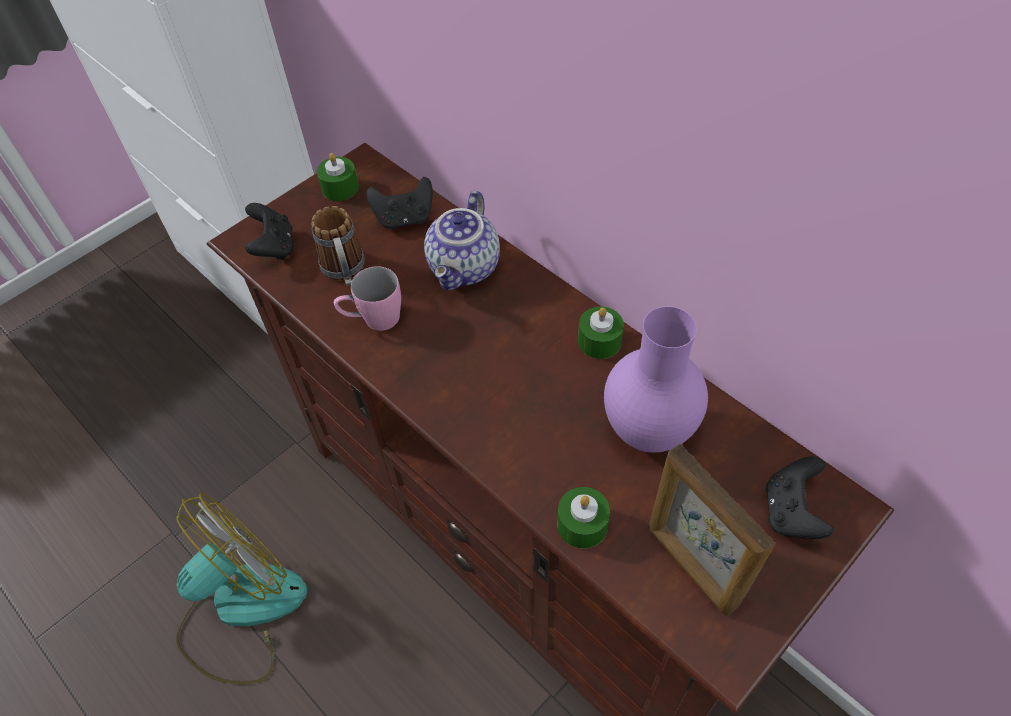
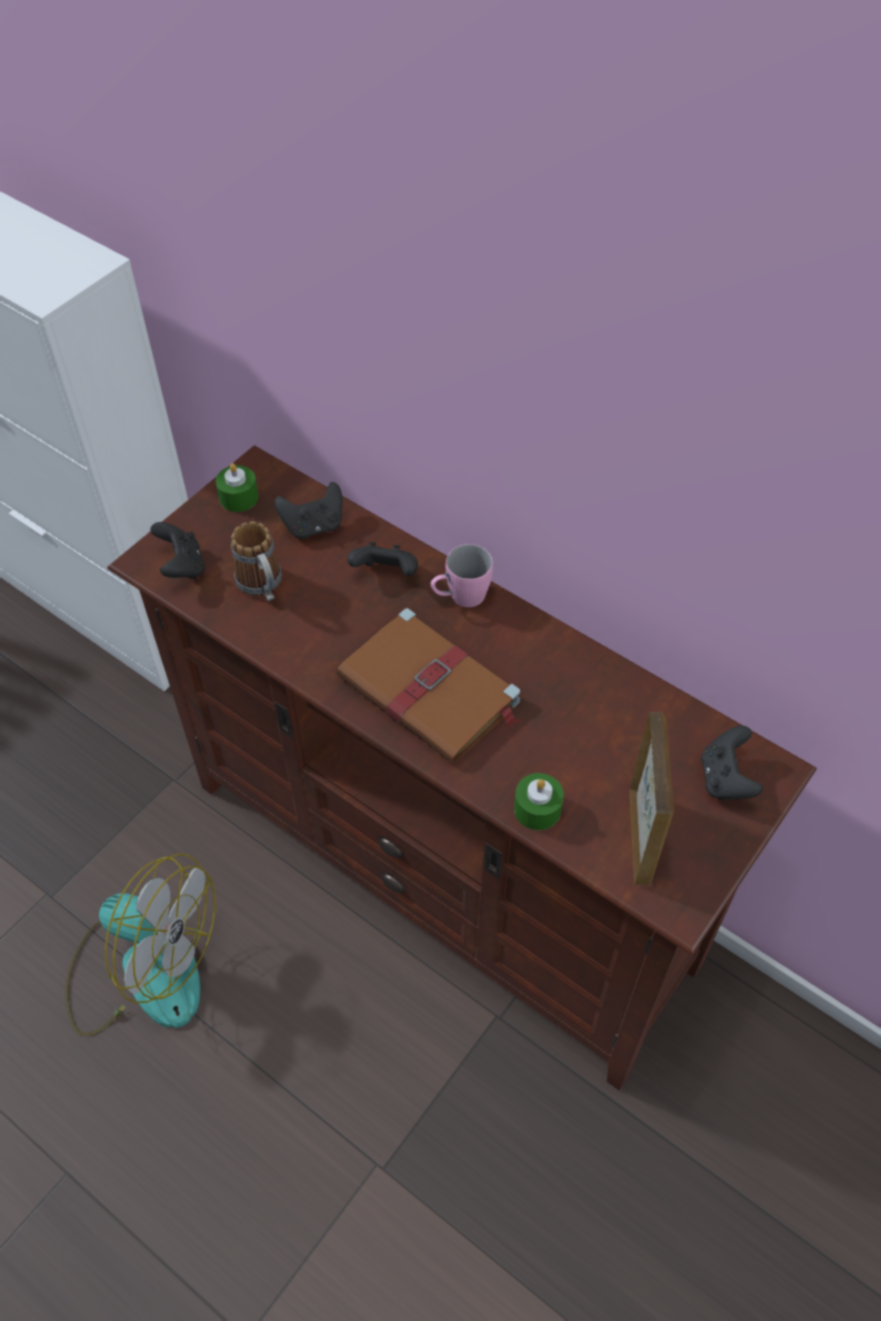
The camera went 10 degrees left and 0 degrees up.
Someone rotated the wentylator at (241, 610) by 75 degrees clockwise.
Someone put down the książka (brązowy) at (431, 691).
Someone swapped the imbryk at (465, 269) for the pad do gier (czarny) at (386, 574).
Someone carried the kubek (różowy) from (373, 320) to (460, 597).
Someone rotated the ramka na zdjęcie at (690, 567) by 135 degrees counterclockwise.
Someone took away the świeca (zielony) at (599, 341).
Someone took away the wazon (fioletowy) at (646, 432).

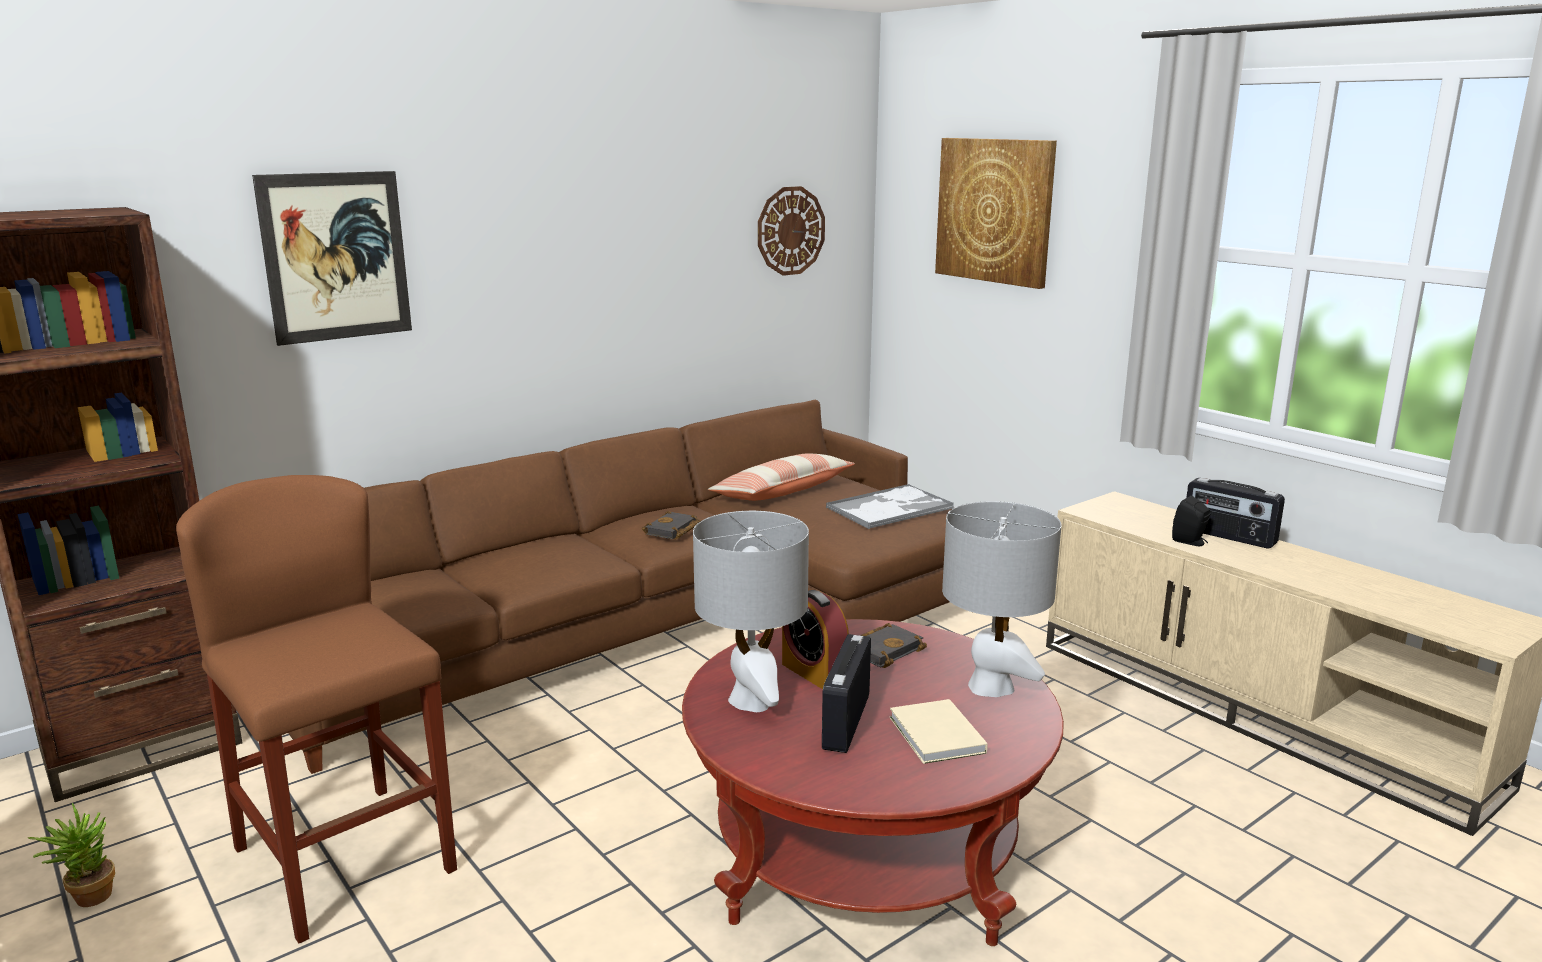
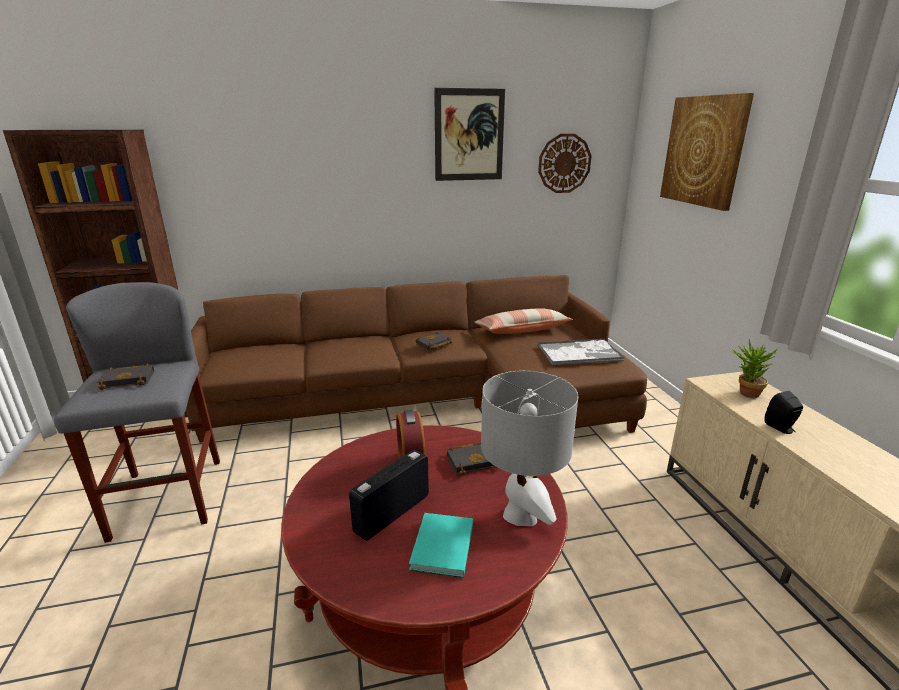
The camera went 25 degrees right and 5 degrees up.
Someone repainted the stołek (brązowy) at (345, 859), which became the stołek (szary) at (168, 498).
Someone put down the książka (czarny) at (129, 379).
Someone repainted the książka (beżowy) at (936, 736), which became the książka (turkusowy) at (441, 547).
Someone carried the obraz from (336, 257) to (469, 135).
Someone carried the roślina doniczkowa from (86, 897) to (745, 393).
Someone took away the lampa stołowa (szary) at (751, 701).
Someone took away the radio at (1228, 537).

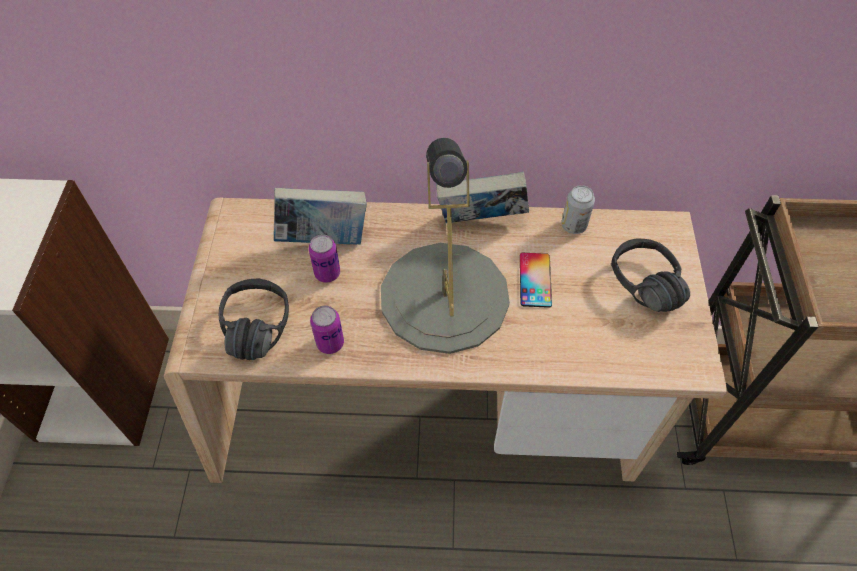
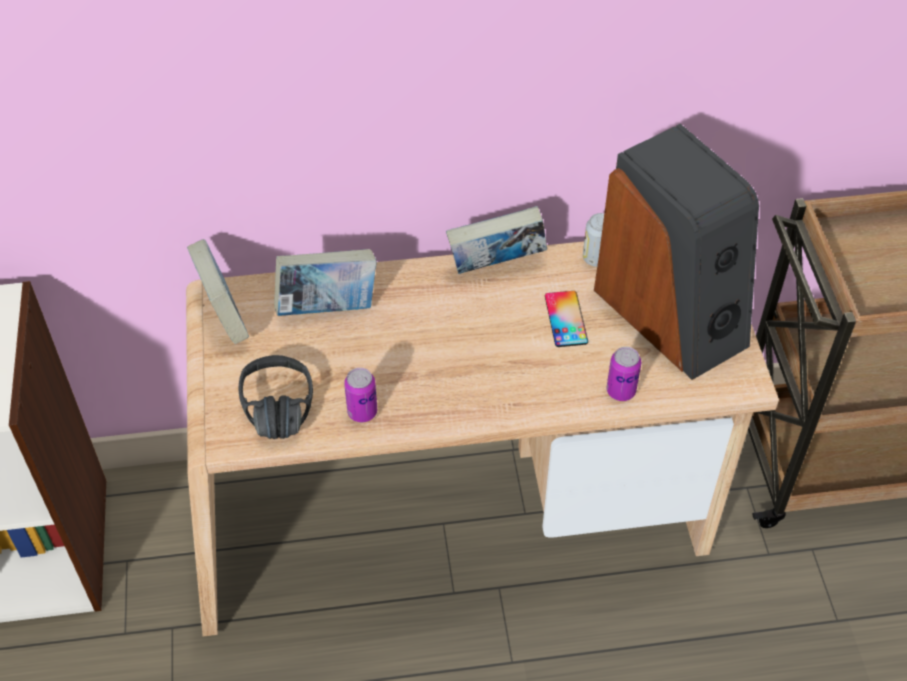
The camera went 10 degrees left and 5 degrees down.
Someone put down the książka at (223, 316).
Someone swapped the słuchawki (czarny) at (635, 289) for the głośnik at (672, 314).
Someone carried the puszka from (327, 273) to (621, 391).
Someone took away the lampa stołowa (szary) at (444, 296).

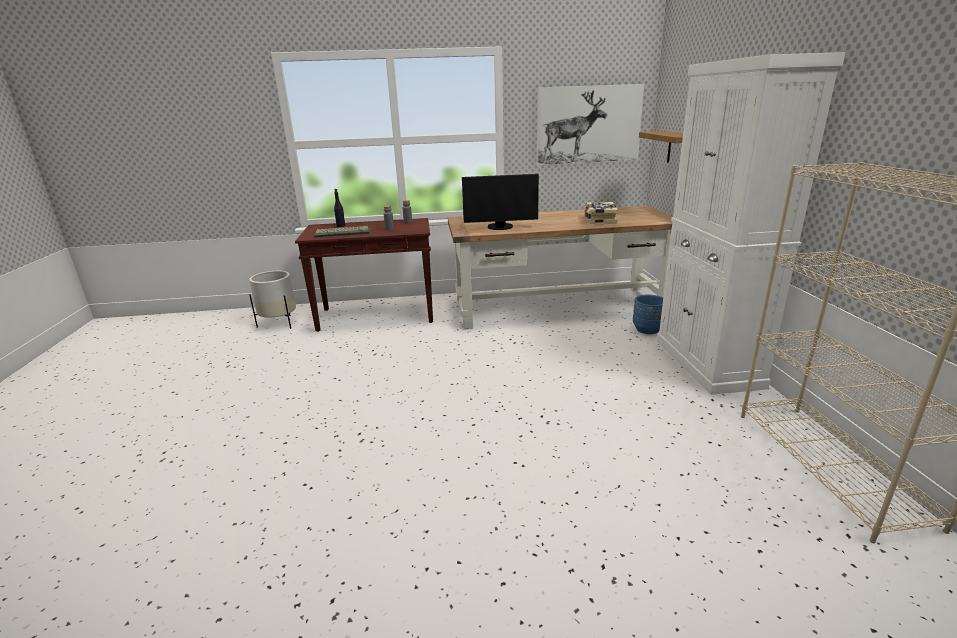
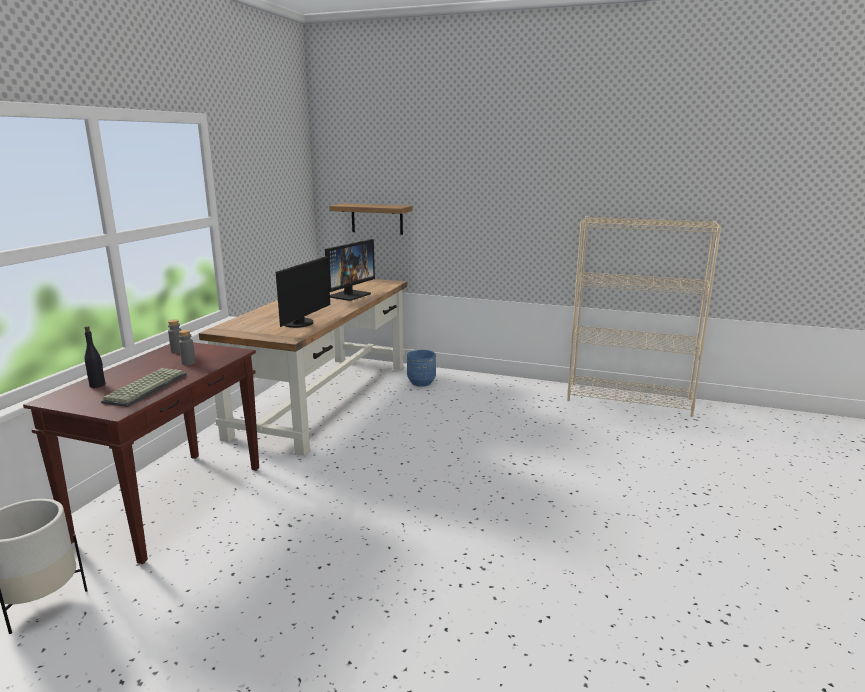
The camera went 65 degrees left and 5 degrees down.
Someone swapped the książka at (599, 220) for the monitor at (349, 295).
Someone took away the obraz at (588, 125).
Someone took away the szafka (biały) at (707, 363).

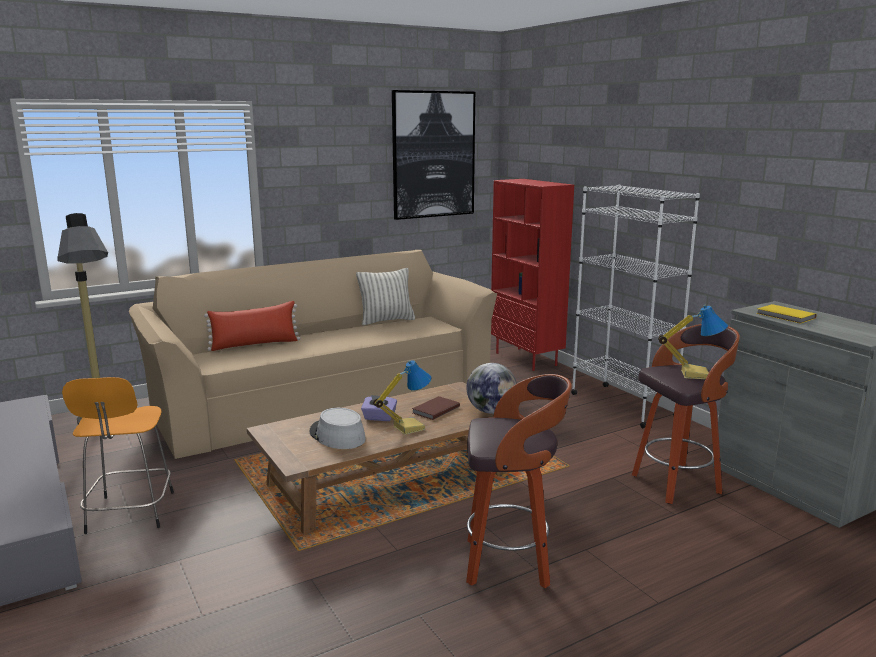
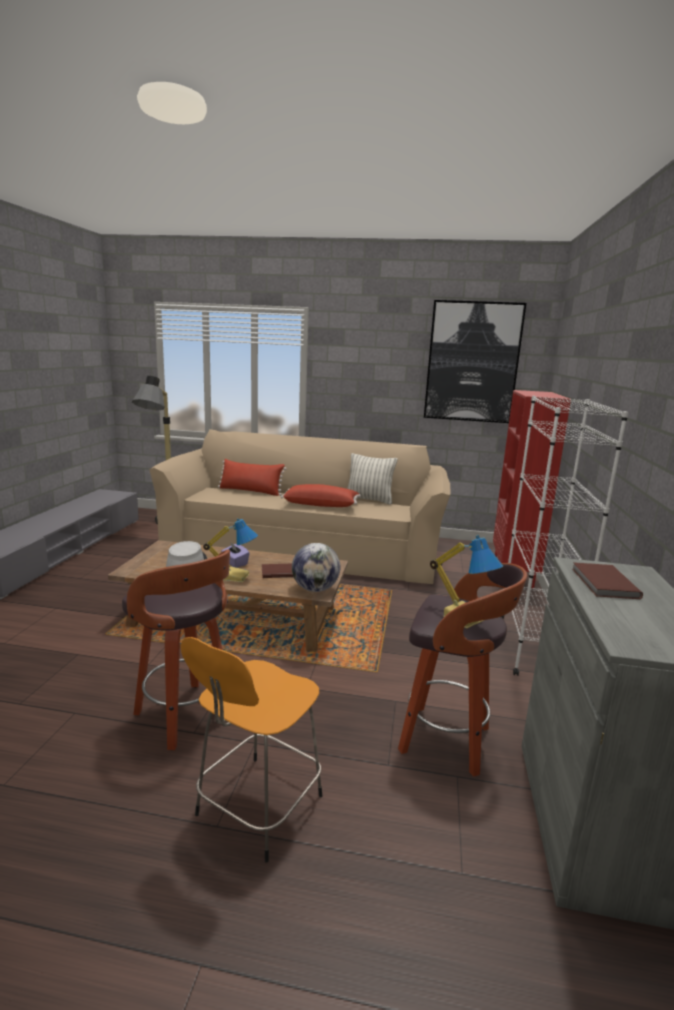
The camera went 40 degrees right and 0 degrees up.
Someone carried the stołek (pomarańczowy) from (130, 514) to (256, 808).
Someone put down the poduszka (czerwony) at (321, 505).
Someone repainted the książka (żółty) at (785, 316), which became the książka (brązowy) at (603, 583).

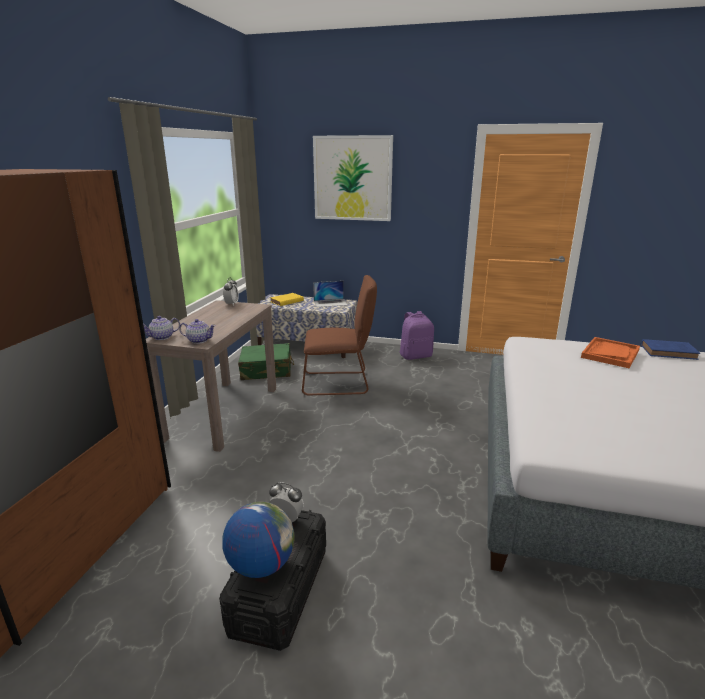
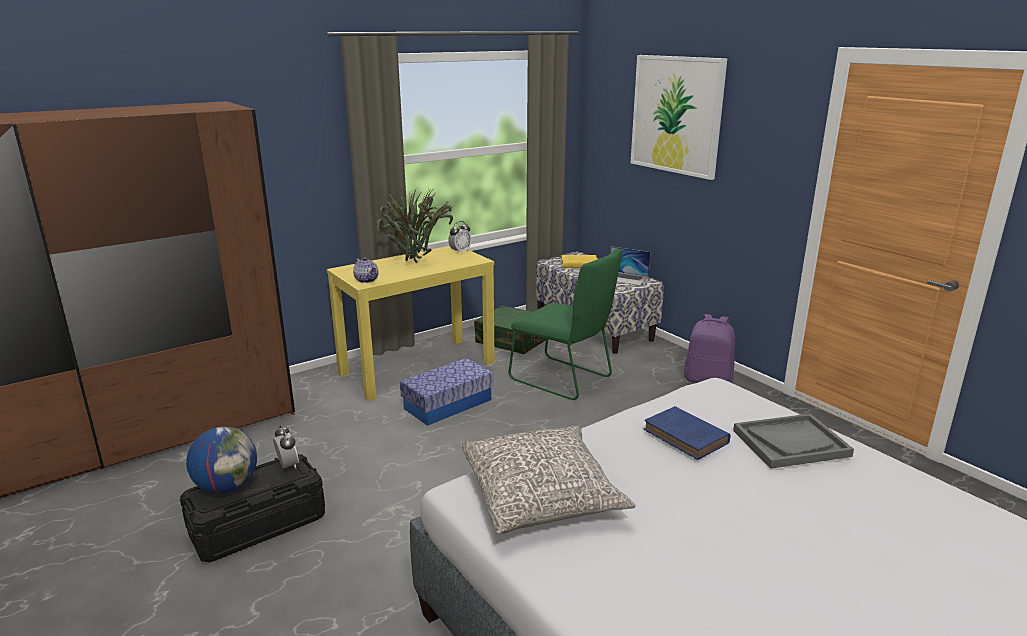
The camera went 40 degrees right and 0 degrees up.
Someone repainted the stolik konsolowy (brązowy) at (223, 412), which became the stolik konsolowy (żółty) at (418, 367).
Someone put down the roślina doniczkowa at (415, 264).
Someone put down the pojemnik do przechowywania at (448, 404).
Someone put down the poduszka (szary) at (542, 494).
Someone repainted the krzesło (brązowy) at (339, 383), which became the krzesło (zielony) at (564, 379).
Someone carried the książka (niebieski) from (670, 352) to (687, 437).
Someone repainted the taca (pomarańczowy) at (610, 354), which became the taca (szary) at (791, 443).
Someone took away the imbryk at (162, 337).

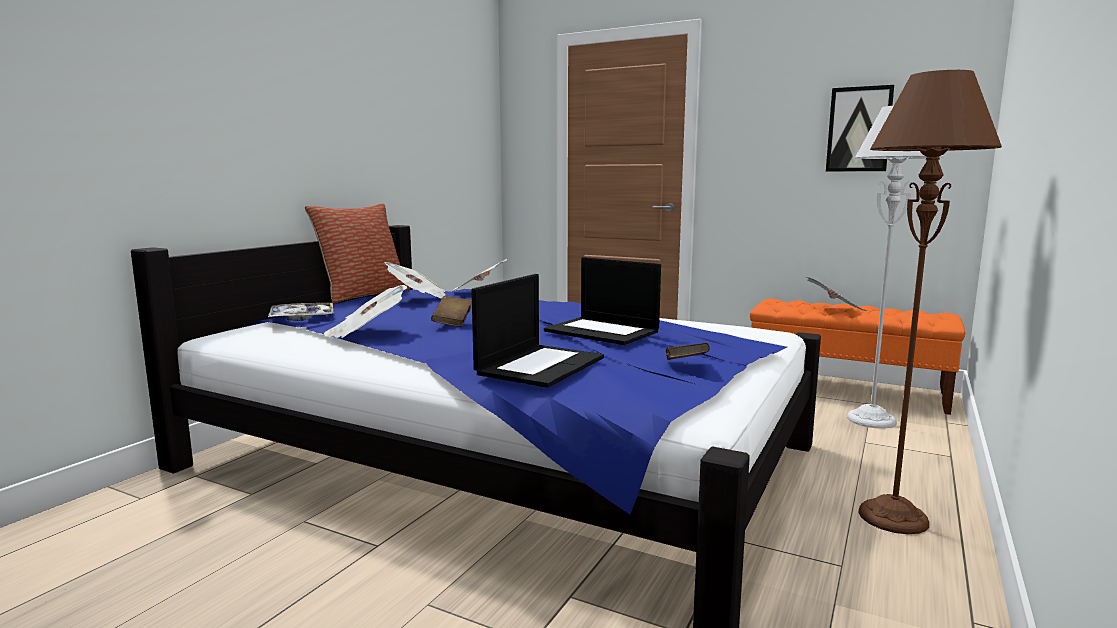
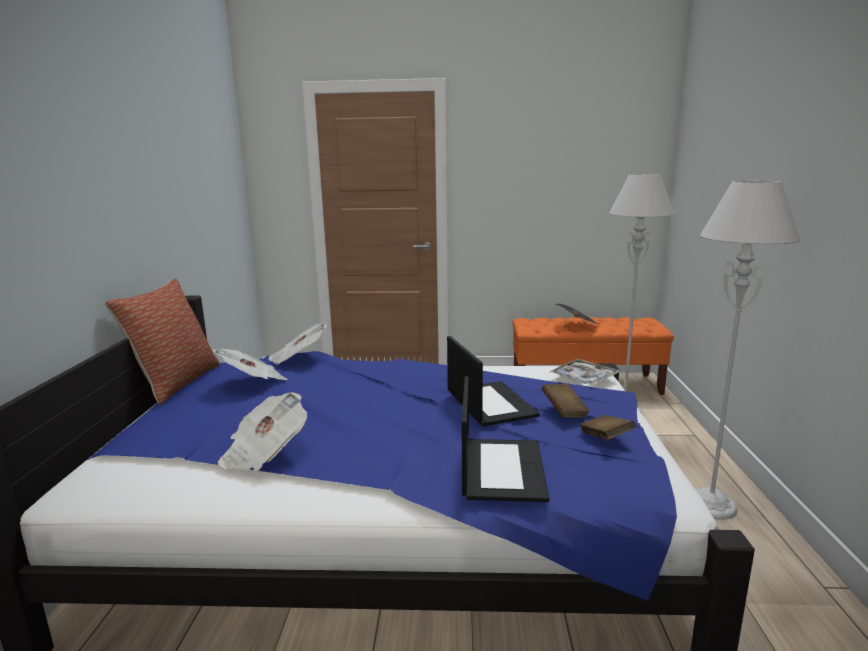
The camera went 25 degrees left and 5 degrees up.
Someone rotated the laptop at (603, 331) by 120 degrees counterclockwise.
Someone carried the książka (brązowy) from (452, 322) to (564, 411).
Someone carried the taca from (302, 318) to (584, 378).
Someone repainted the lampa stojąca (brązowy) at (893, 517), which became the lampa stojąca (szary) at (710, 505).
Someone took away the obraz at (859, 129).

